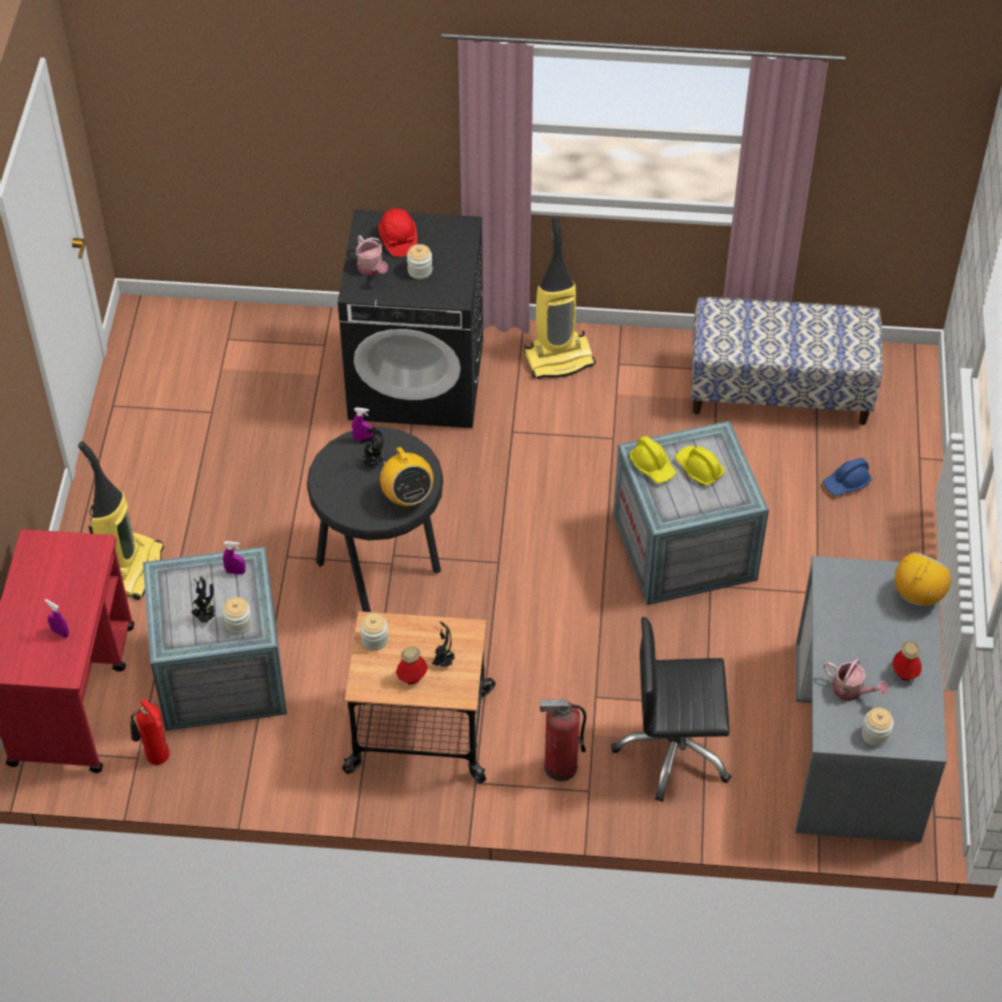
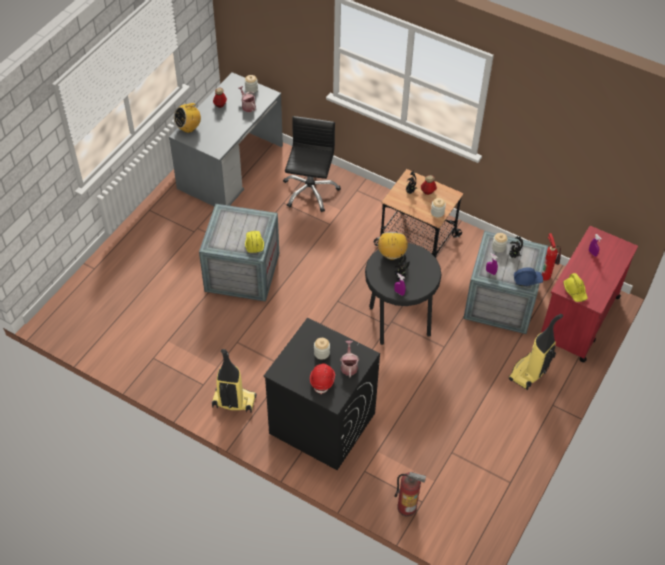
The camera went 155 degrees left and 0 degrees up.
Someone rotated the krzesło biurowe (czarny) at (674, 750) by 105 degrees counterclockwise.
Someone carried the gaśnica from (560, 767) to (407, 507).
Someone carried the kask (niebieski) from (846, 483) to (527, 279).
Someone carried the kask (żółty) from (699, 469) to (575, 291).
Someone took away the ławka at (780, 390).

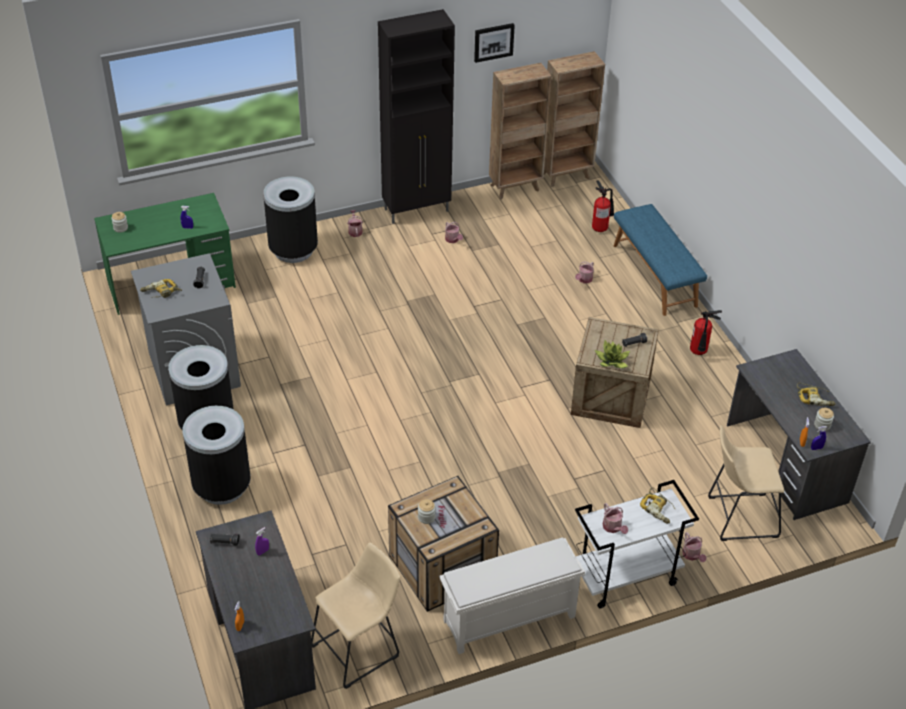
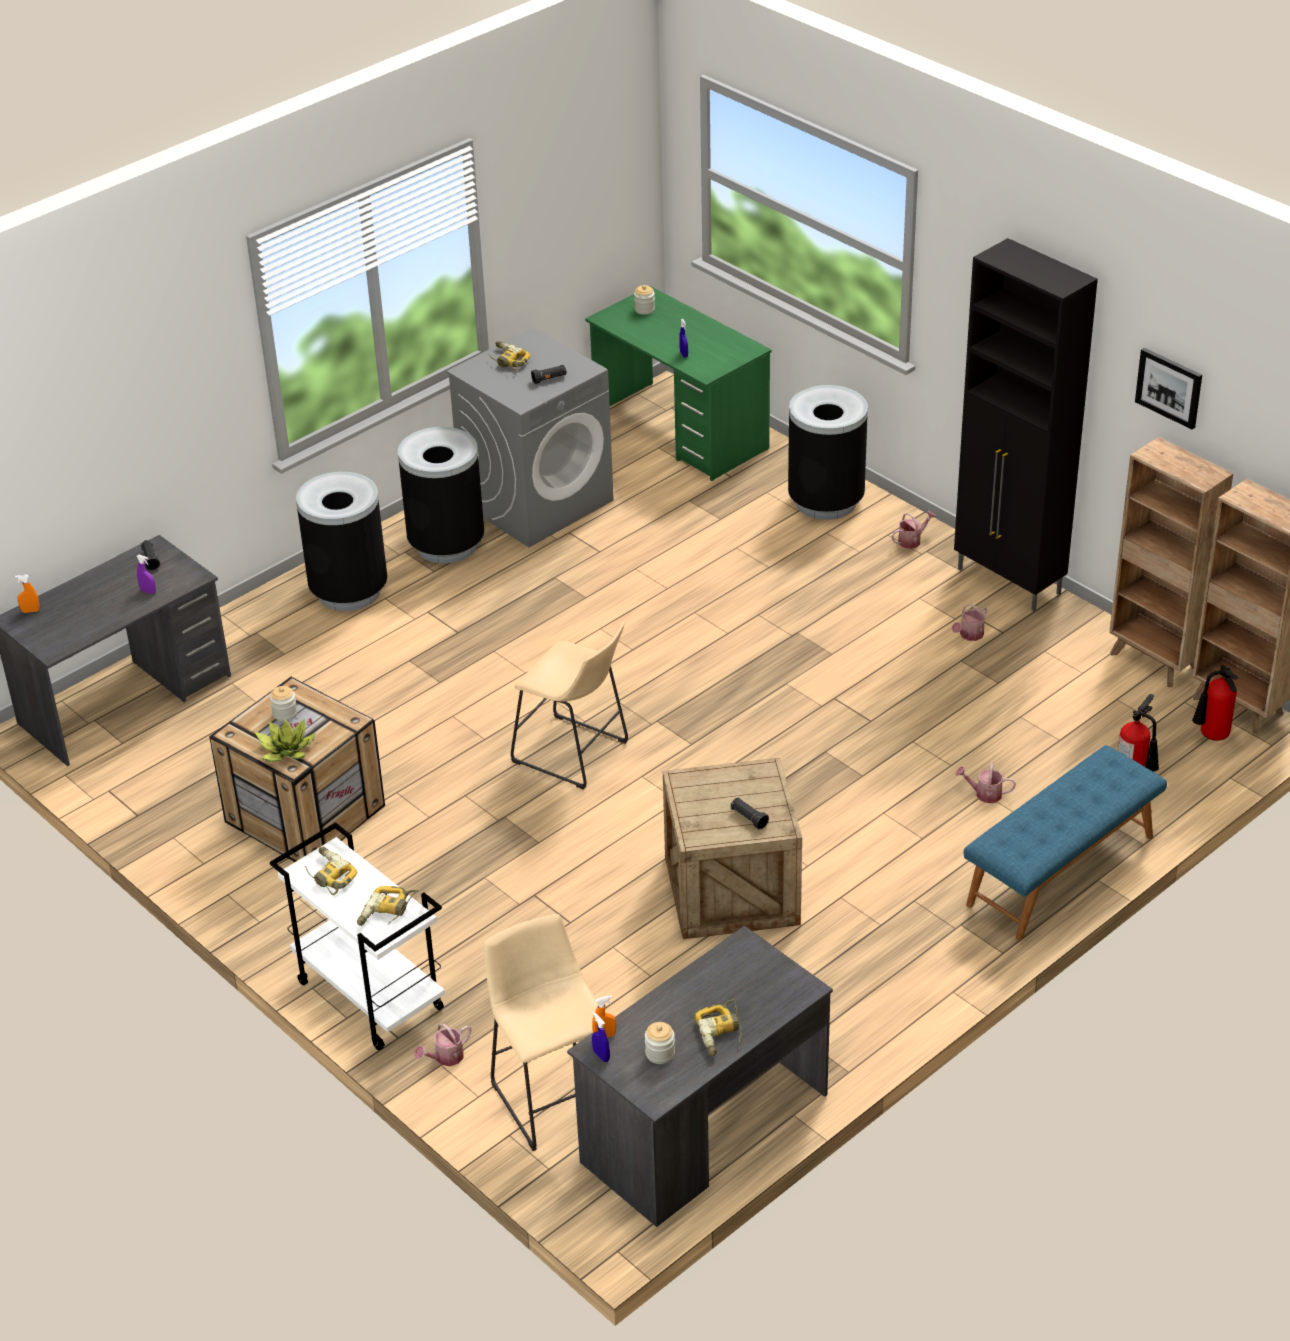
The camera went 70 degrees right and 5 degrees down.
Someone carried the roślina doniczkowa from (612, 361) to (285, 751).
Someone swapped the konewka at (613, 528) for the wiertarka at (328, 875).
Someone carried the stołek (beżowy) from (359, 649) to (575, 754).
Someone carried the gaśnica from (699, 353) to (1211, 736).
Someone took away the regał na buty (biały) at (508, 620).

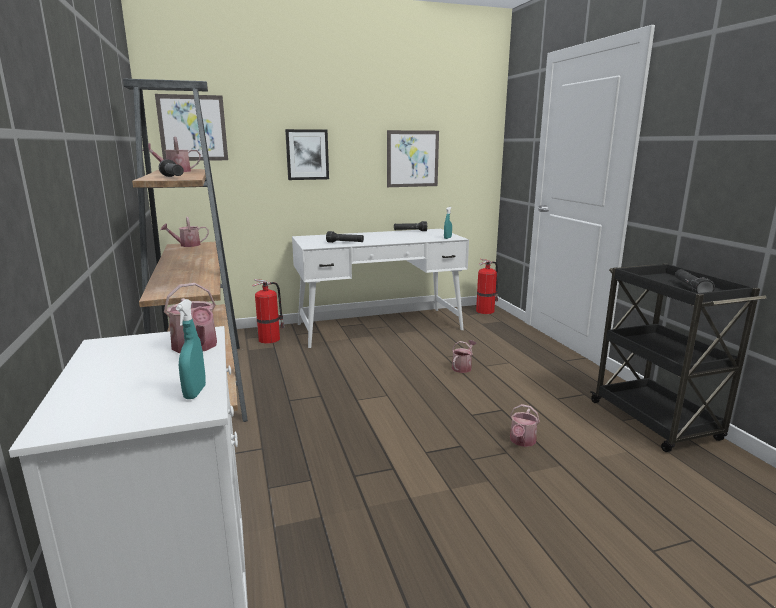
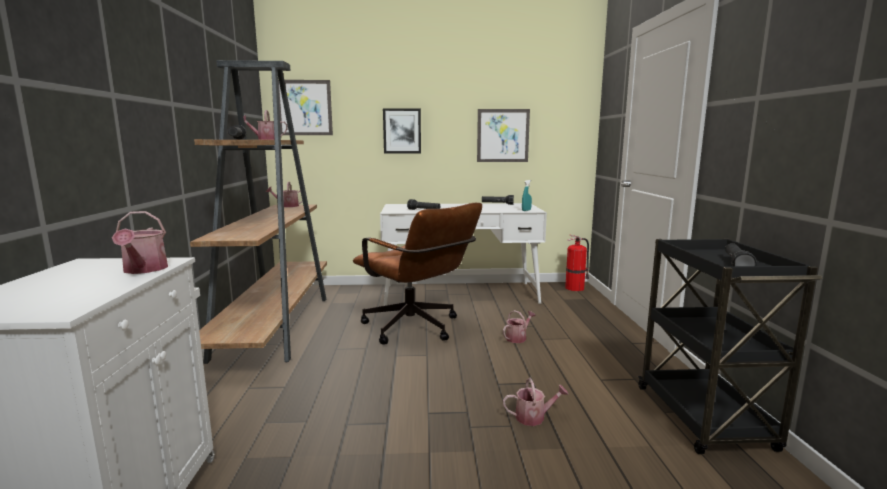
The camera went 15 degrees right and 5 degrees down.
Someone put down the krzesło biurowe (brązowy) at (416, 329).
Someone rotated the konewka at (521, 441) by 135 degrees counterclockwise.
Someone took away the spryskiwacz (turkusowy) at (195, 392).
Someone took away the gaśnica at (270, 339).

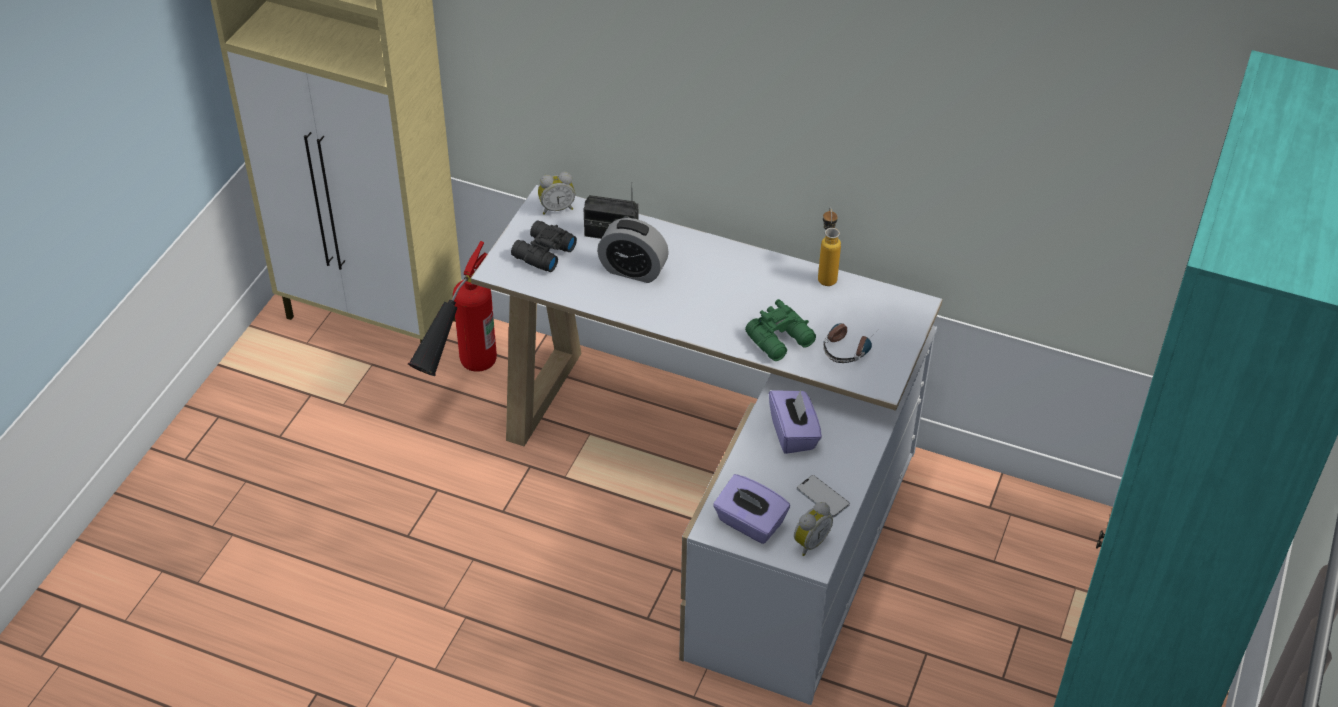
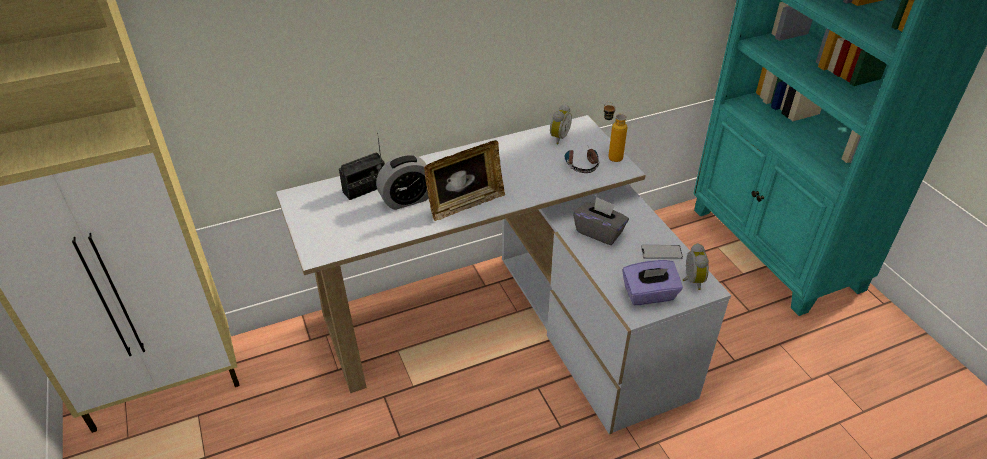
The camera went 45 degrees left and 5 degrees down.
Someone put down the ramka na zdjęcie at (465, 204).
Someone carried the budzik from (556, 208) to (558, 137).
Someone repainted the pudełko chusteczek (fioletowy) at (793, 433), which became the pudełko chusteczek (szary) at (599, 232).
Someone carried the butelka from (826, 274) to (610, 156).
Someone took away the gaśnica at (460, 382).
Someone took away the lornetka (czarny) at (542, 253).
Someone took away the lornetka (zielony) at (782, 340).

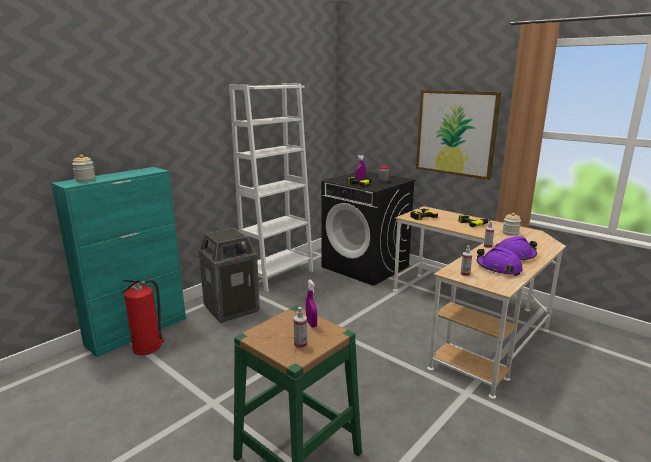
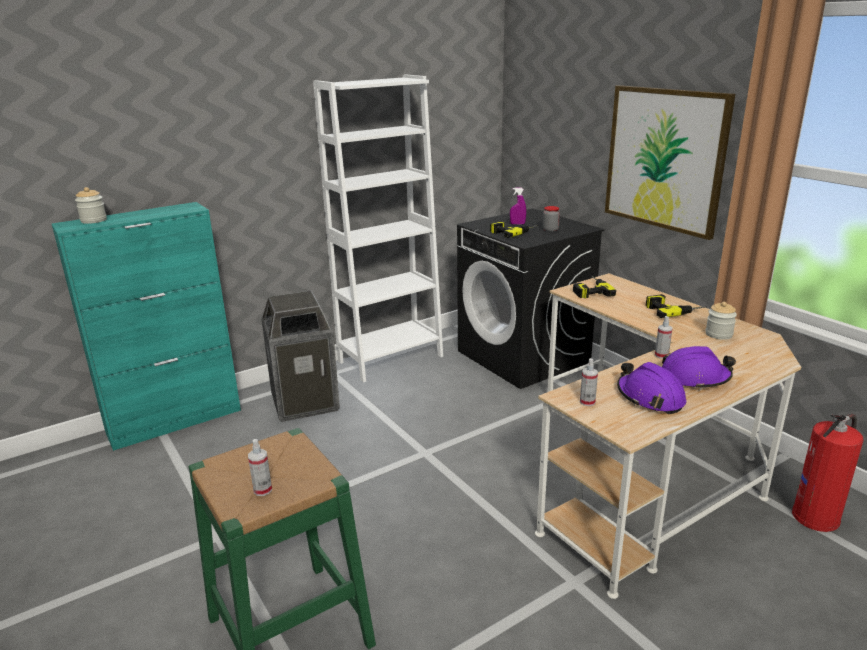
The camera went 15 degrees right and 5 degrees up.
Someone carried the gaśnica from (147, 347) to (816, 517).
Someone took away the spryskiwacz (fioletowy) at (311, 324).

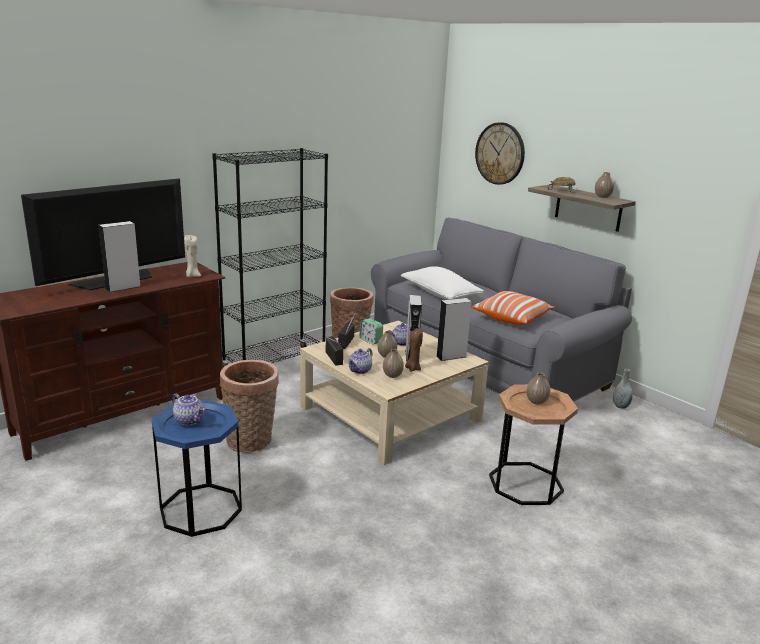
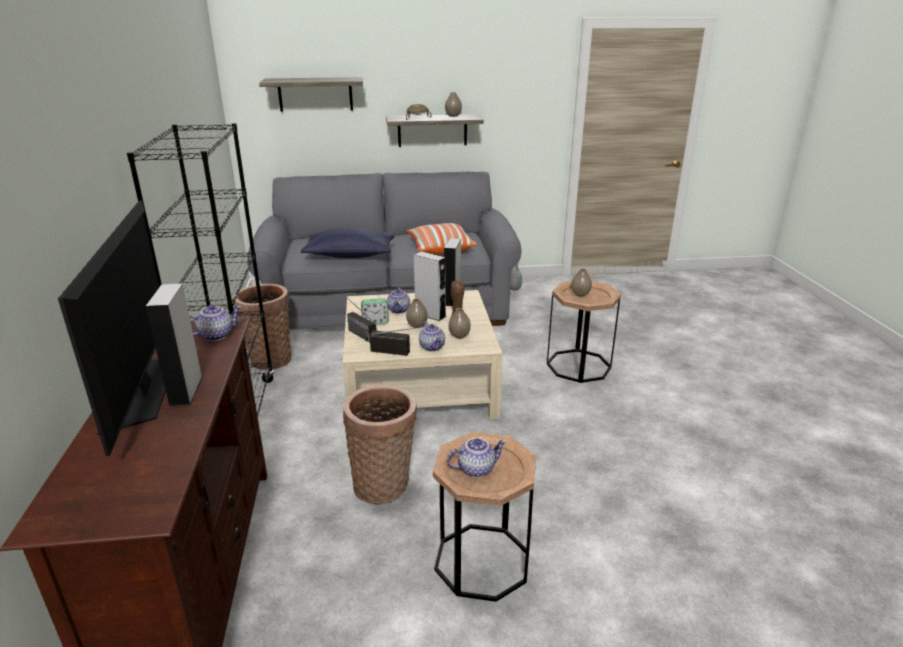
The camera went 55 degrees left and 5 degrees up.
Someone swapped the świeca (beżowy) at (192, 276) for the imbryk at (216, 335).
Someone swapped the zegar ścienny at (500, 153) for the półka at (315, 94).
Someone repainted the poduszka (biały) at (440, 294), which became the poduszka (niebieski) at (350, 255).
Someone repainted the stolik (niebieski) at (201, 509), which became the stolik (brązowy) at (482, 561).

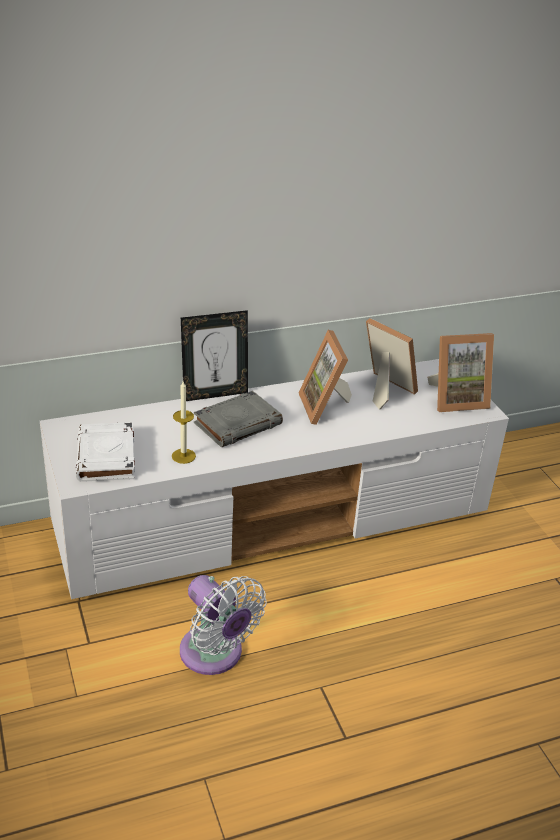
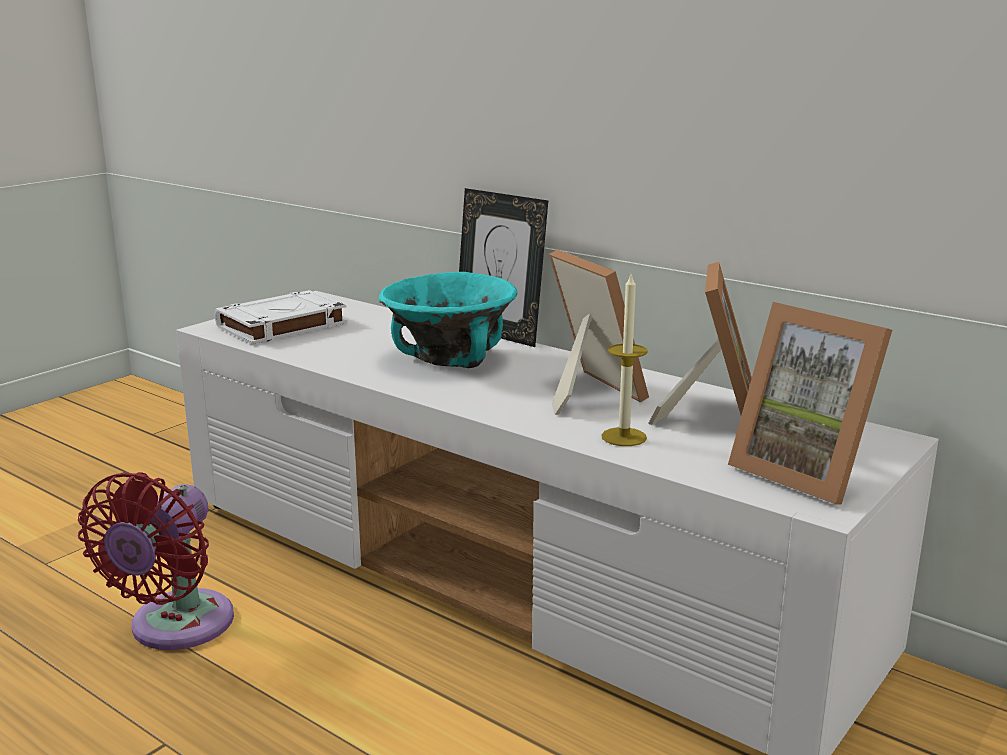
The camera went 60 degrees right and 15 degrees down.
Someone repainted the wentylator (biały) at (215, 655), which became the wentylator (czerwony) at (175, 627).
Someone swapped the książka (szary) at (238, 424) for the miska (turkusowy) at (451, 359).
Someone rotated the ramka na zdjęcie at (326, 407) by 105 degrees clockwise.
Someone carried the świeca from (183, 456) to (624, 437).

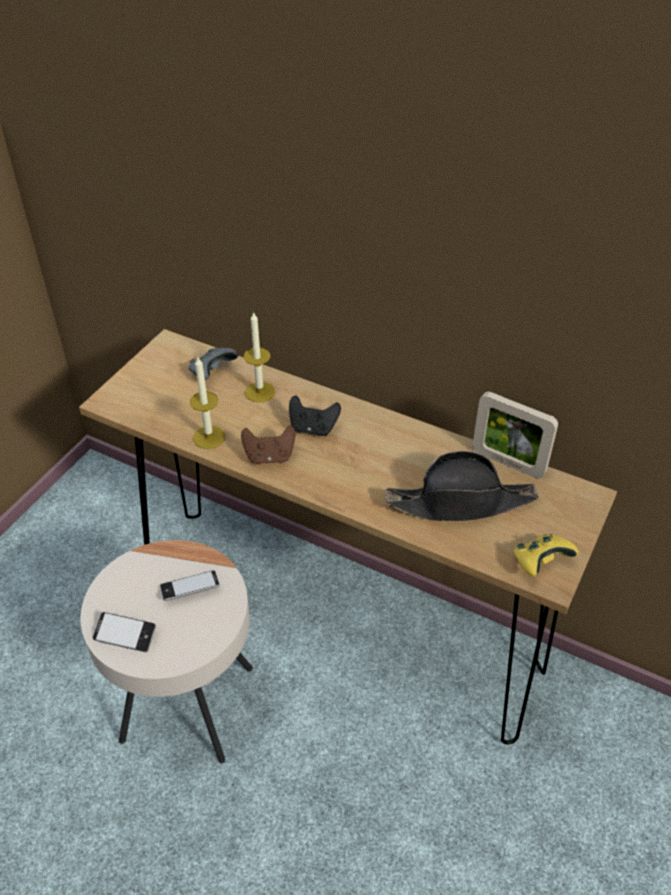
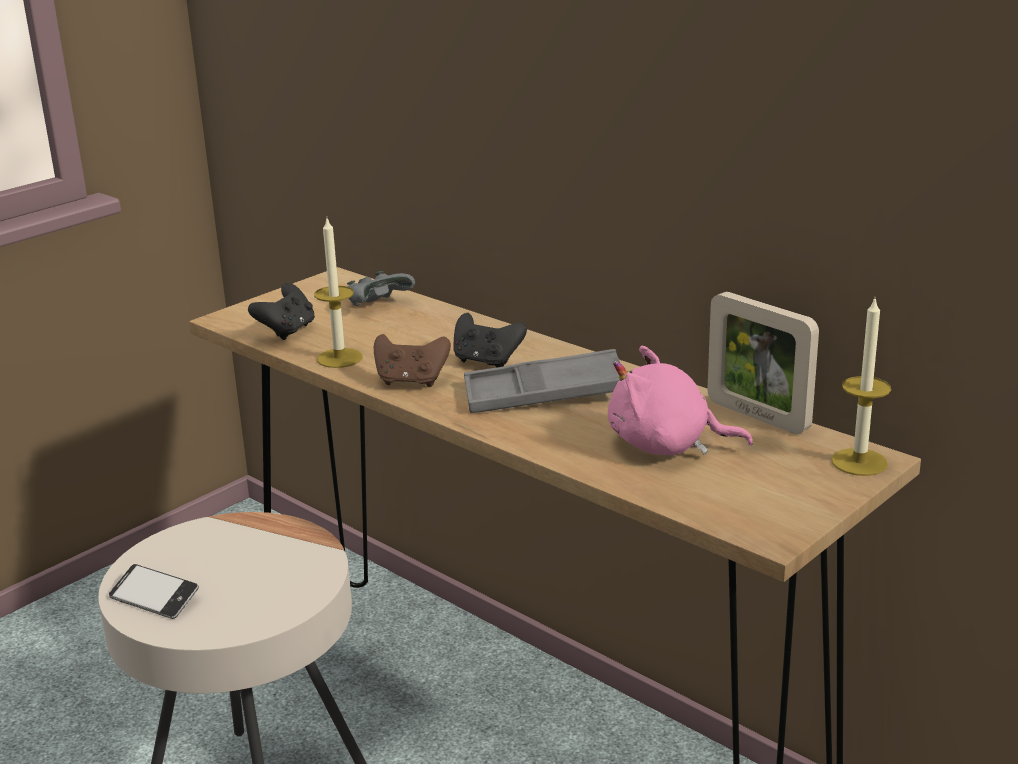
The camera went 15 degrees right and 20 degrees down.
Someone put down the pad do gier (czarny) at (287, 331).
Someone put down the taca (szary) at (544, 394).
Someone swapped the kapelusz (czarny) at (461, 502) for the pluszak (różowy) at (666, 446).
Someone carried the świeca from (260, 392) to (859, 462).
Someone took away the telefon at (190, 588).
Someone took away the pad do gier (żółty) at (540, 562).

